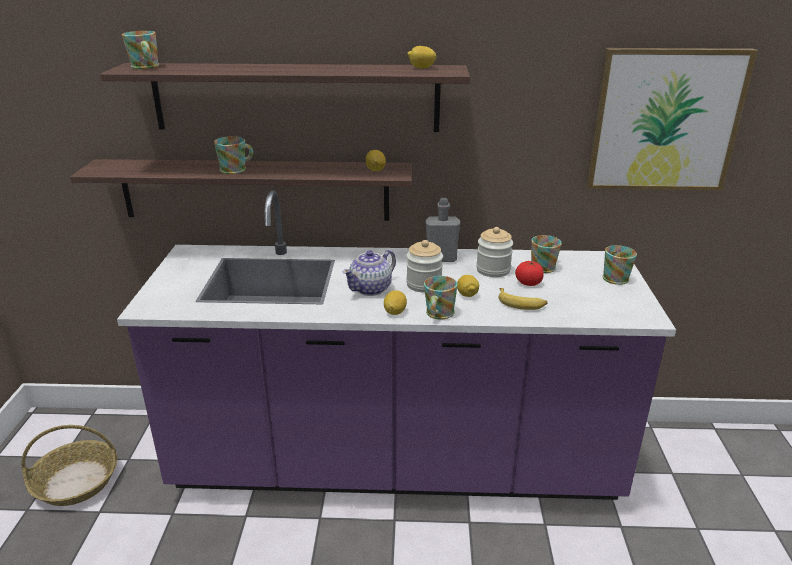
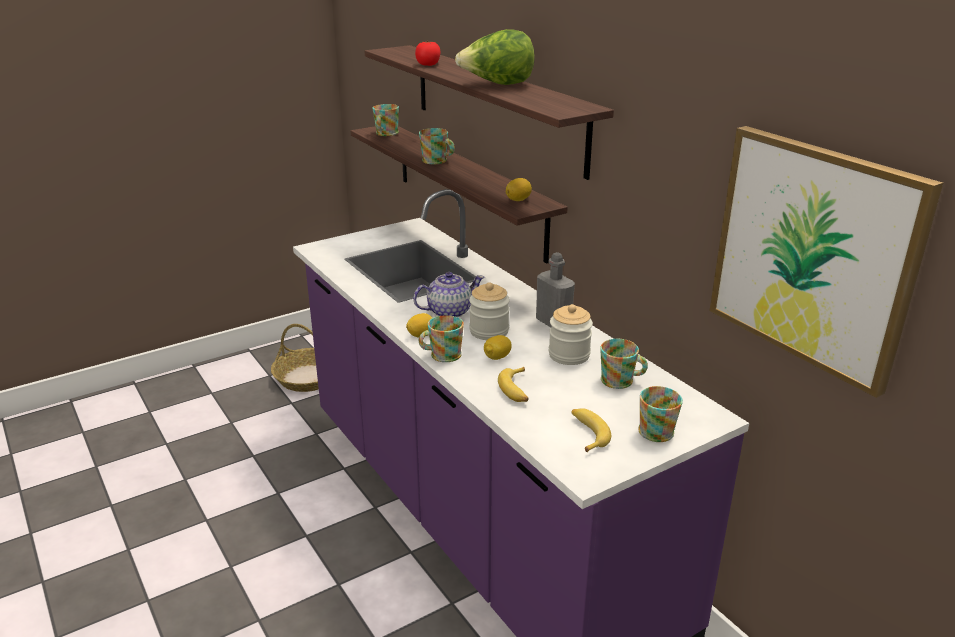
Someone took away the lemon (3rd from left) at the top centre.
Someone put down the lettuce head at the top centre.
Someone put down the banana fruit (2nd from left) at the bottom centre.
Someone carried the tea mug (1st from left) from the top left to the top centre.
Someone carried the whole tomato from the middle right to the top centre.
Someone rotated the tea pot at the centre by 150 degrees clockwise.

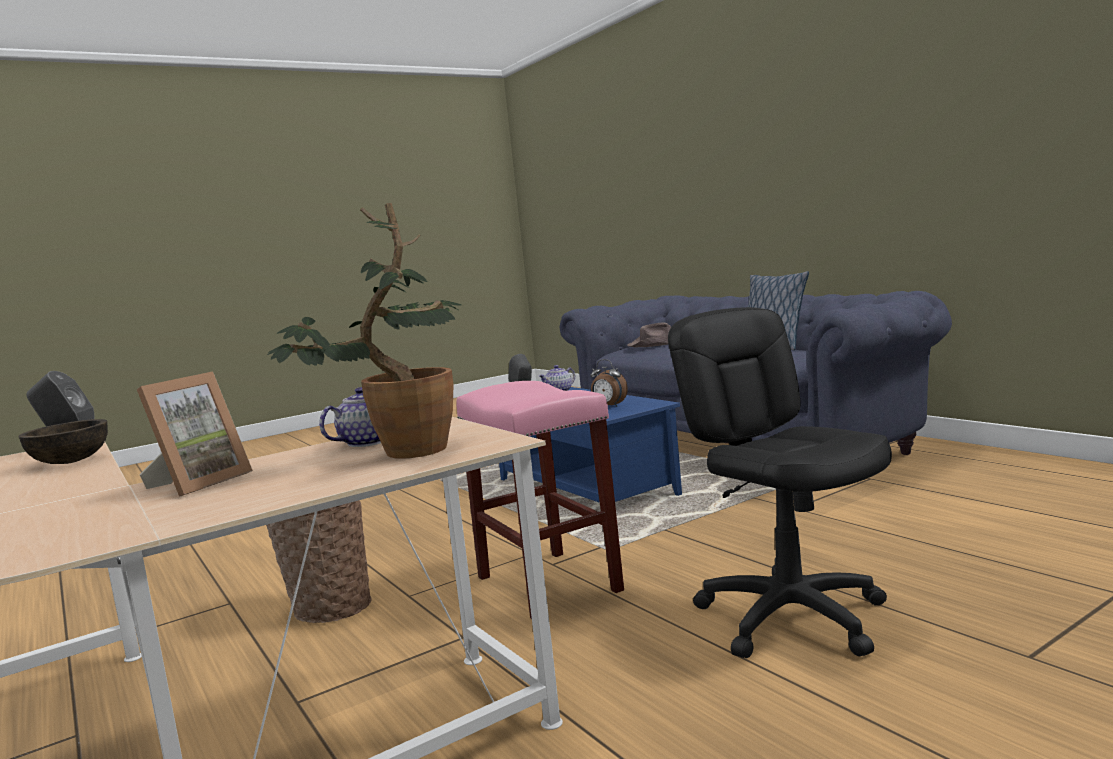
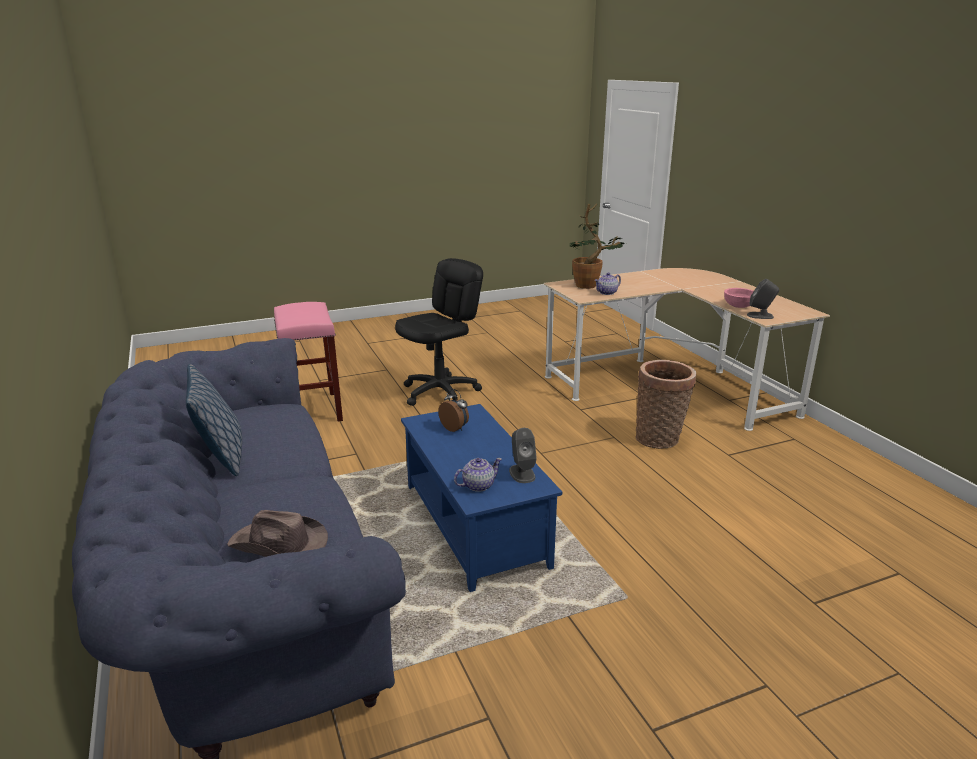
Someone took away the picture frame at the middle left.
Someone carried the pinkish stool from the centre to the middle left.
Someone repainted the brown-coloured deep dish at the middle left, which became the pinkish deep dish at the middle right.
Someone rotated the black office chair at the middle right by 120 degrees counterclockwise.

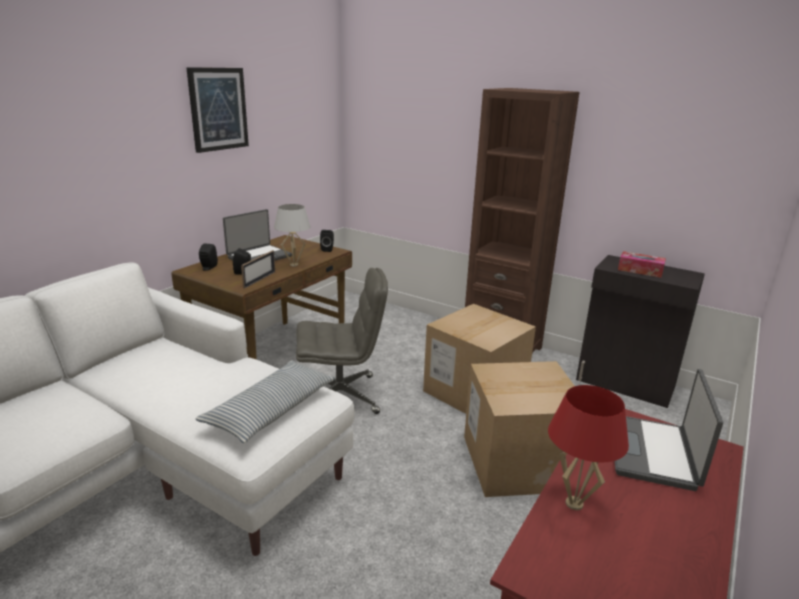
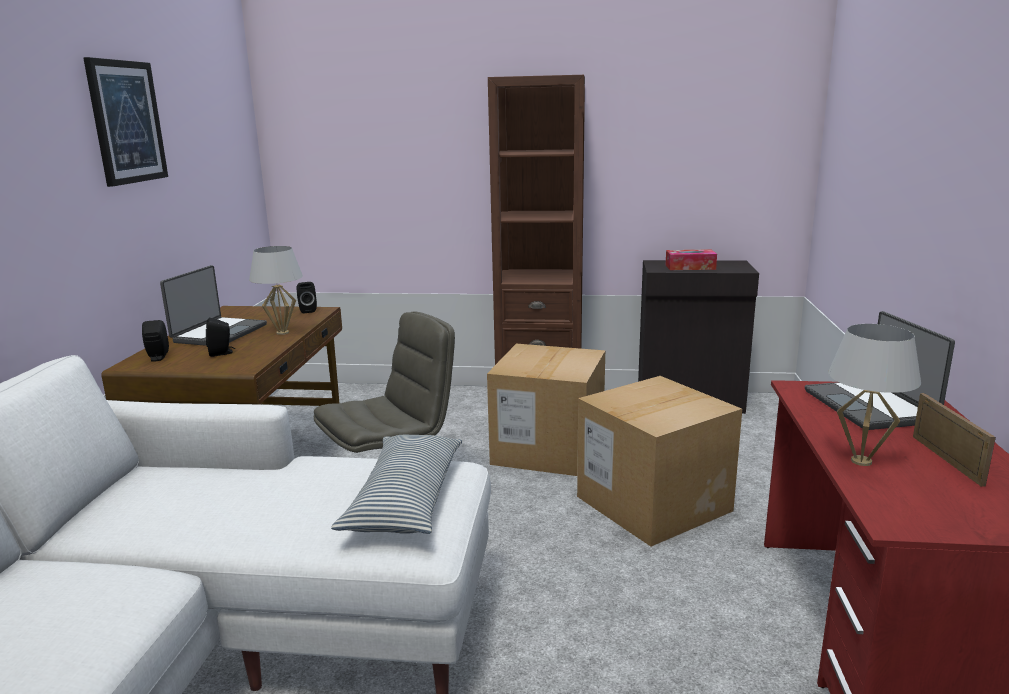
Someone carried the picture frame from the middle left to the middle right.
Someone repainted the red-coloured table lamp at the bottom right, which became the whitish table lamp (2nd from left) at the middle right.

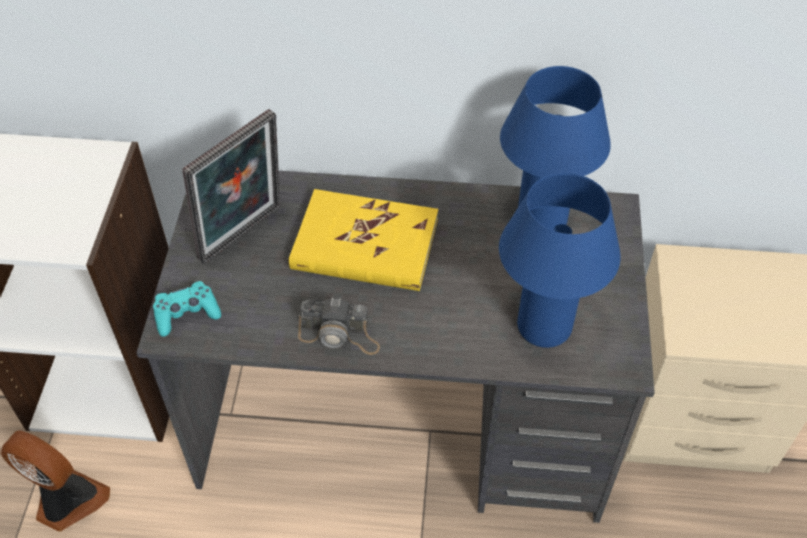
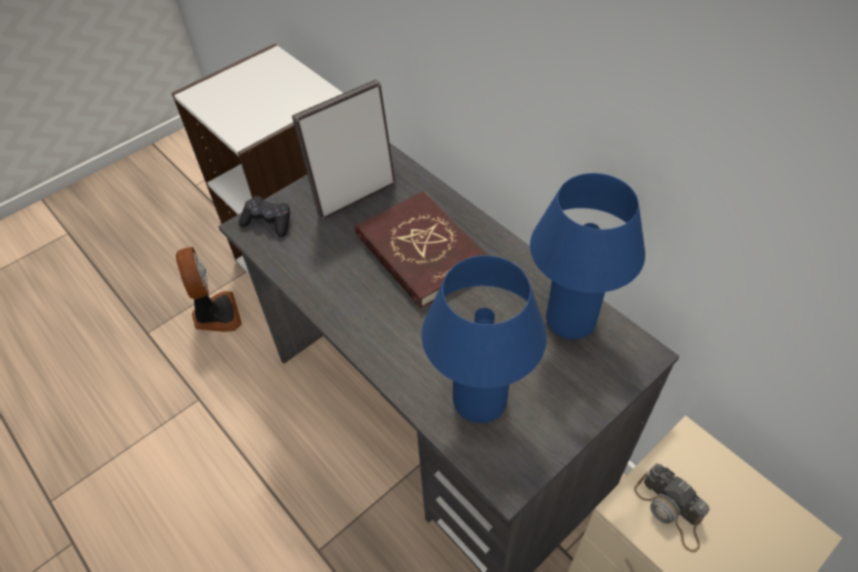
Someone carried the still camera from the centre to the bottom right.
Someone repainted the turquoise-coloured game controller at the middle left, which became the black game controller at the middle left.
Someone repainted the yellow-coloured bound book at the centre, which became the red-coloured bound book at the centre.
Someone rotated the picture frame at the middle left by 150 degrees clockwise.

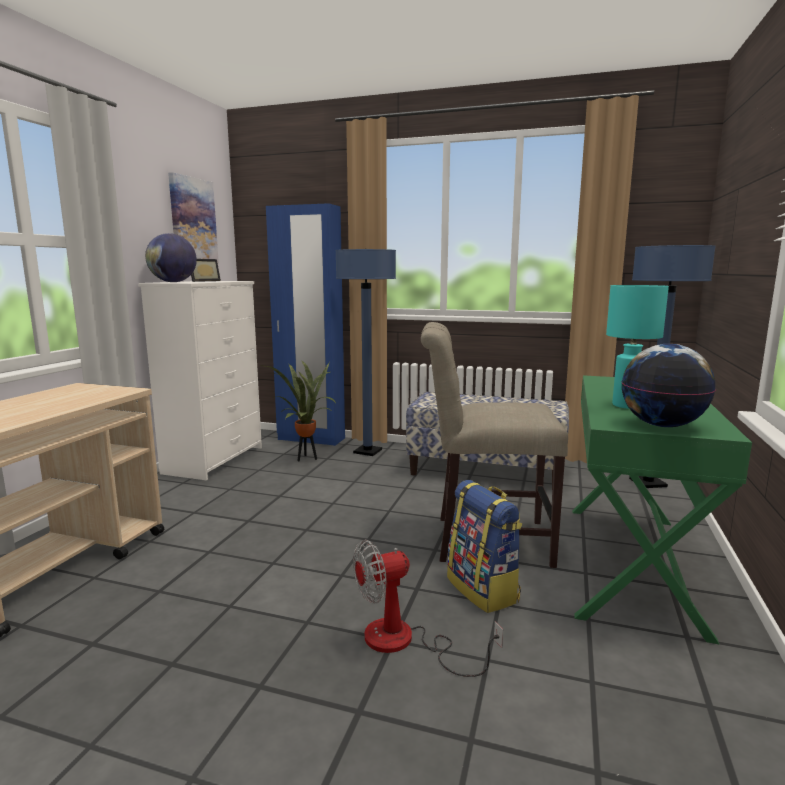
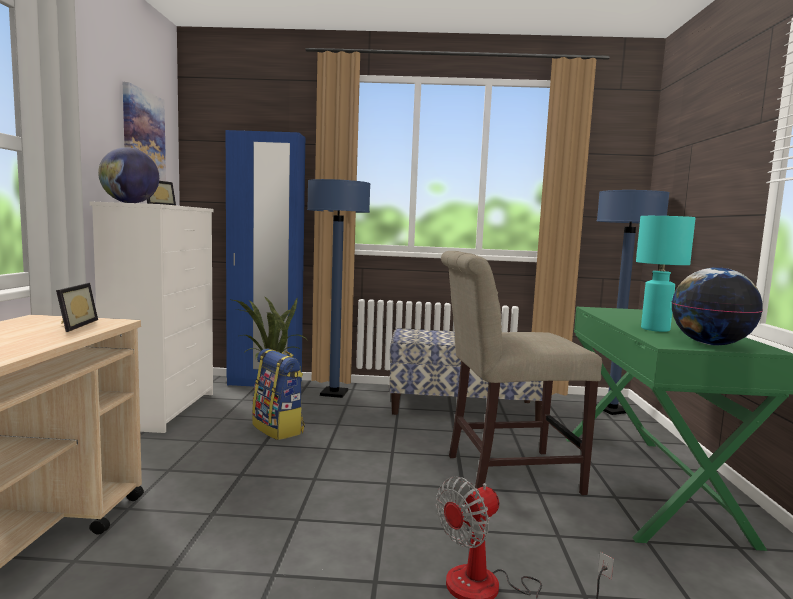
Someone put down the picture frame (1st from left) at the middle left.
Someone carried the knapsack from the bottom centre to the centre.

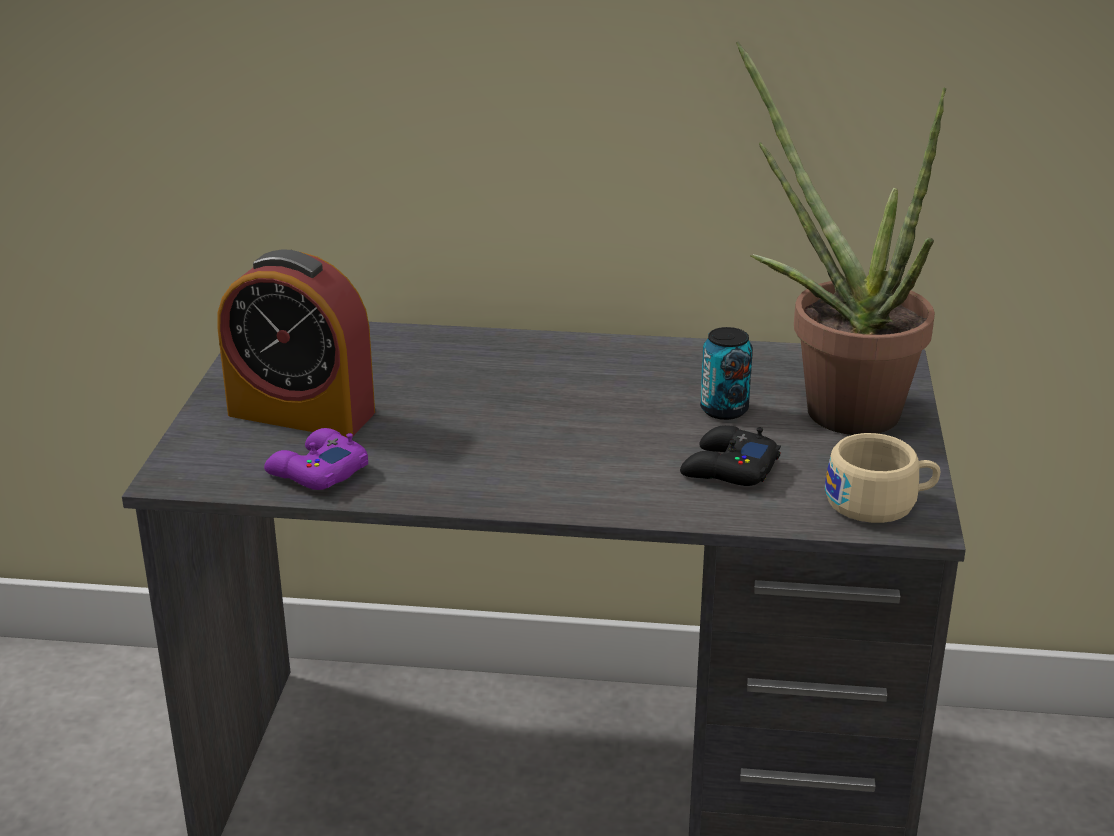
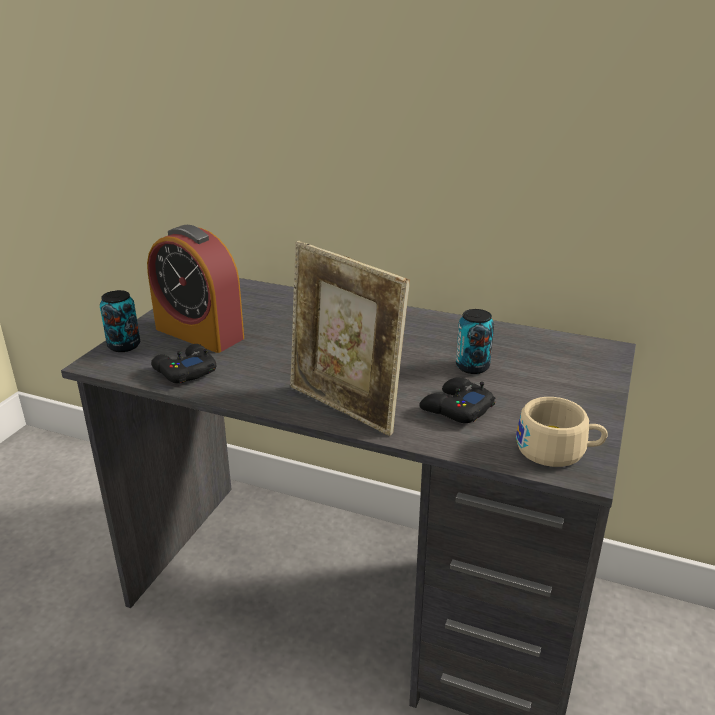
Someone took away the houseplant at the top right.
Someone put down the metal can (1st from left) at the middle left.
Someone put down the picture frame at the centre.
Someone repainted the purplish game controller at the middle left, which became the black game controller (1st from left) at the middle left.

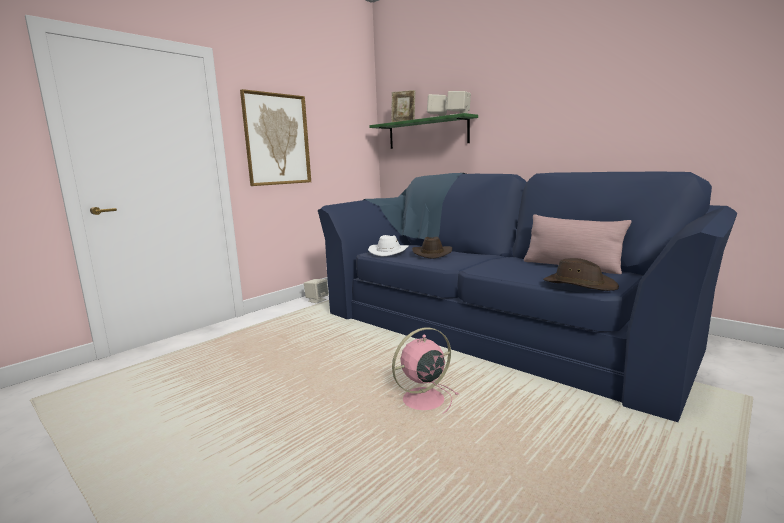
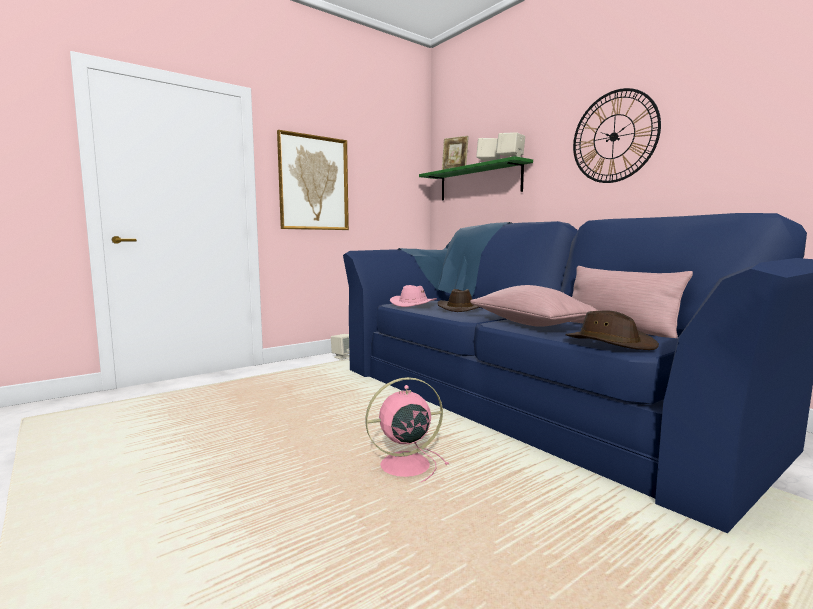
Someone put down the pinkish pillow (1st from left) at the centre.
Someone put up the hanging clock at the top right.
Someone repainted the whitish wearable hat at the centre, which became the pinkish wearable hat at the centre.

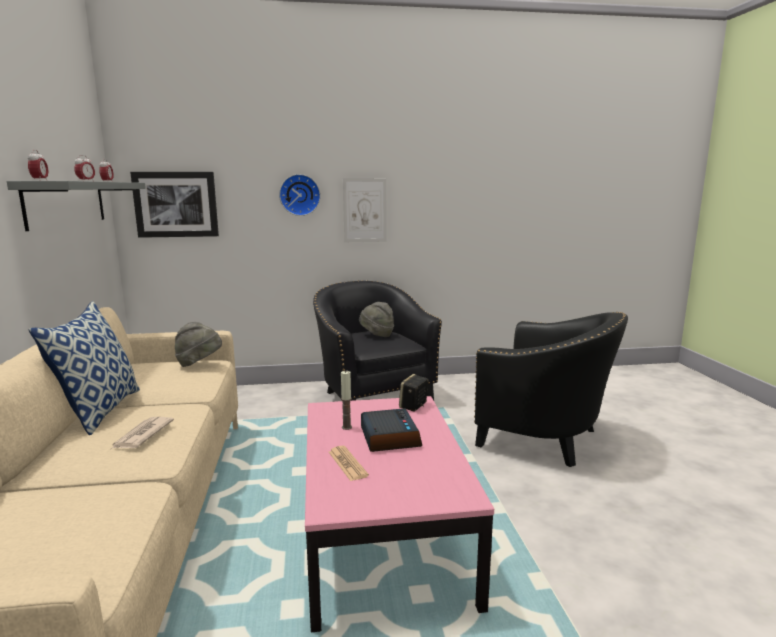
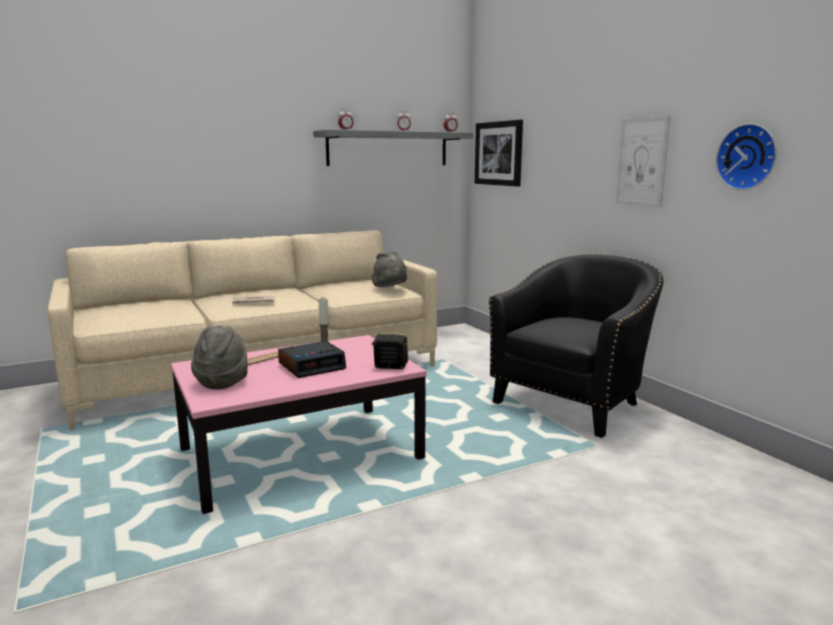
Someone took away the pillow at the middle left.
Someone took away the black lounge chair (2nd from left) at the middle right.
Someone carried the hanging clock from the top centre to the top right.
Someone carried the gray wearable hat (2nd from left in the first image) from the centre to the middle left.

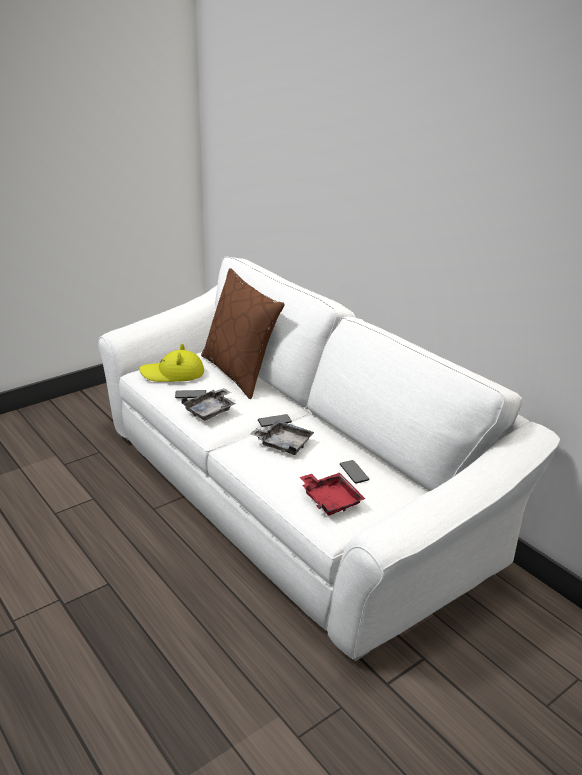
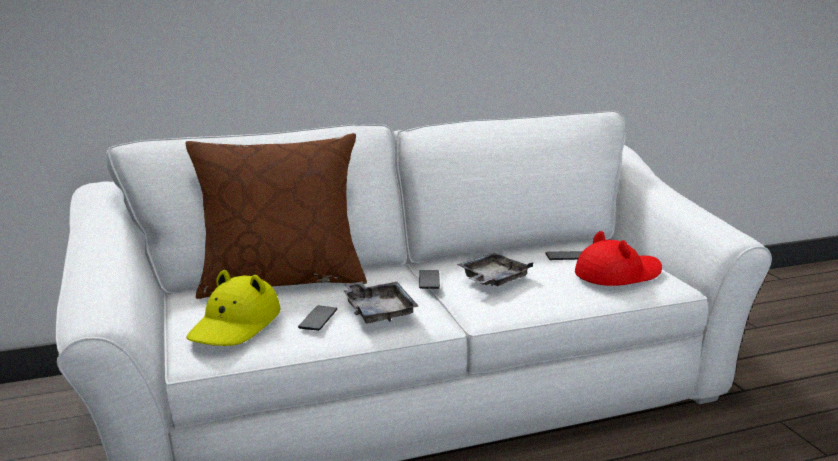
Someone swapped the red-coloured carrying tray at the centre for the red-coloured wearable hat at the middle right.

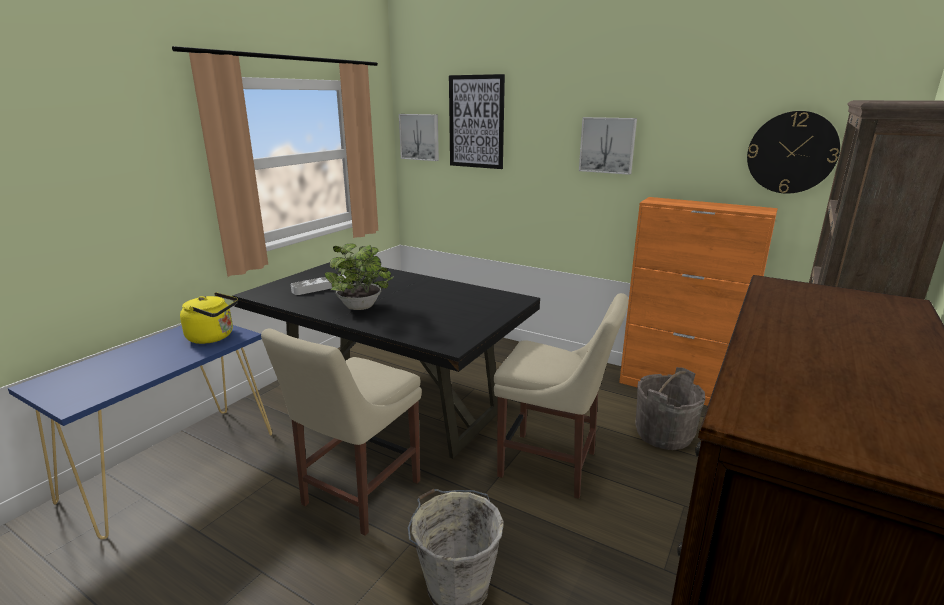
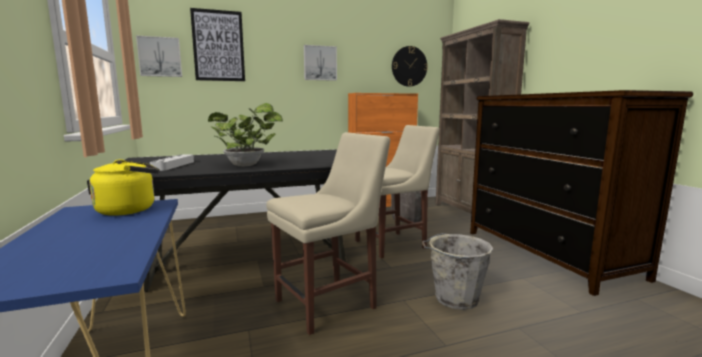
Someone rotated the beige-coloured plain chair (1st from left) at the bottom centre by 105 degrees counterclockwise.

